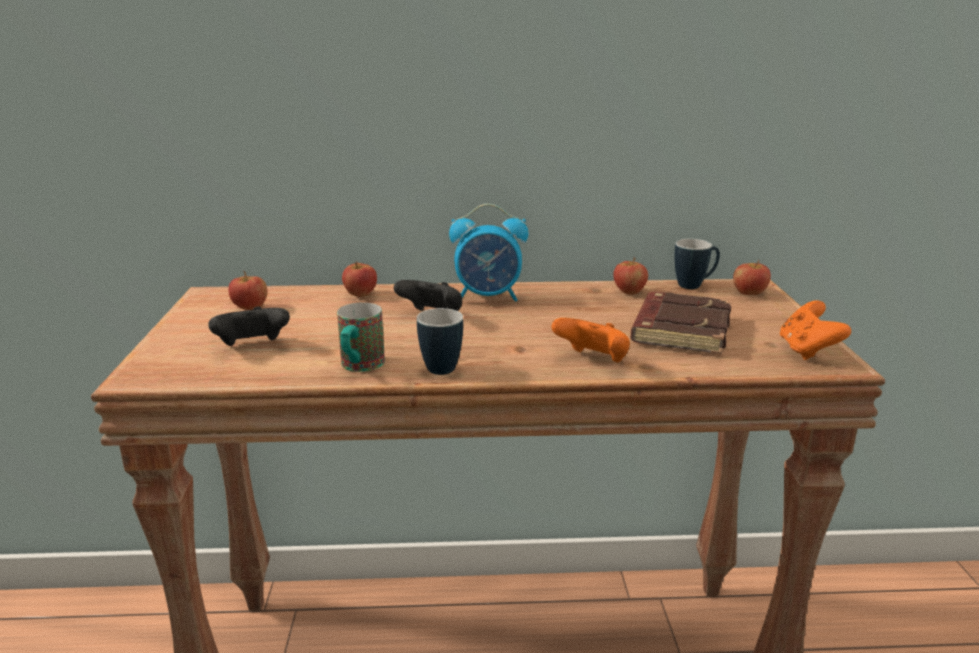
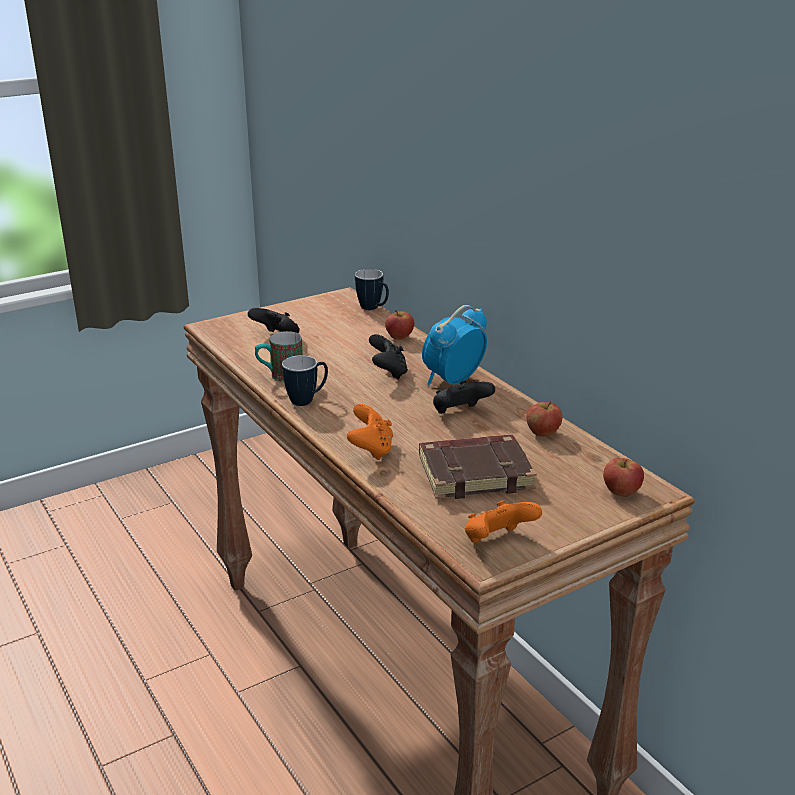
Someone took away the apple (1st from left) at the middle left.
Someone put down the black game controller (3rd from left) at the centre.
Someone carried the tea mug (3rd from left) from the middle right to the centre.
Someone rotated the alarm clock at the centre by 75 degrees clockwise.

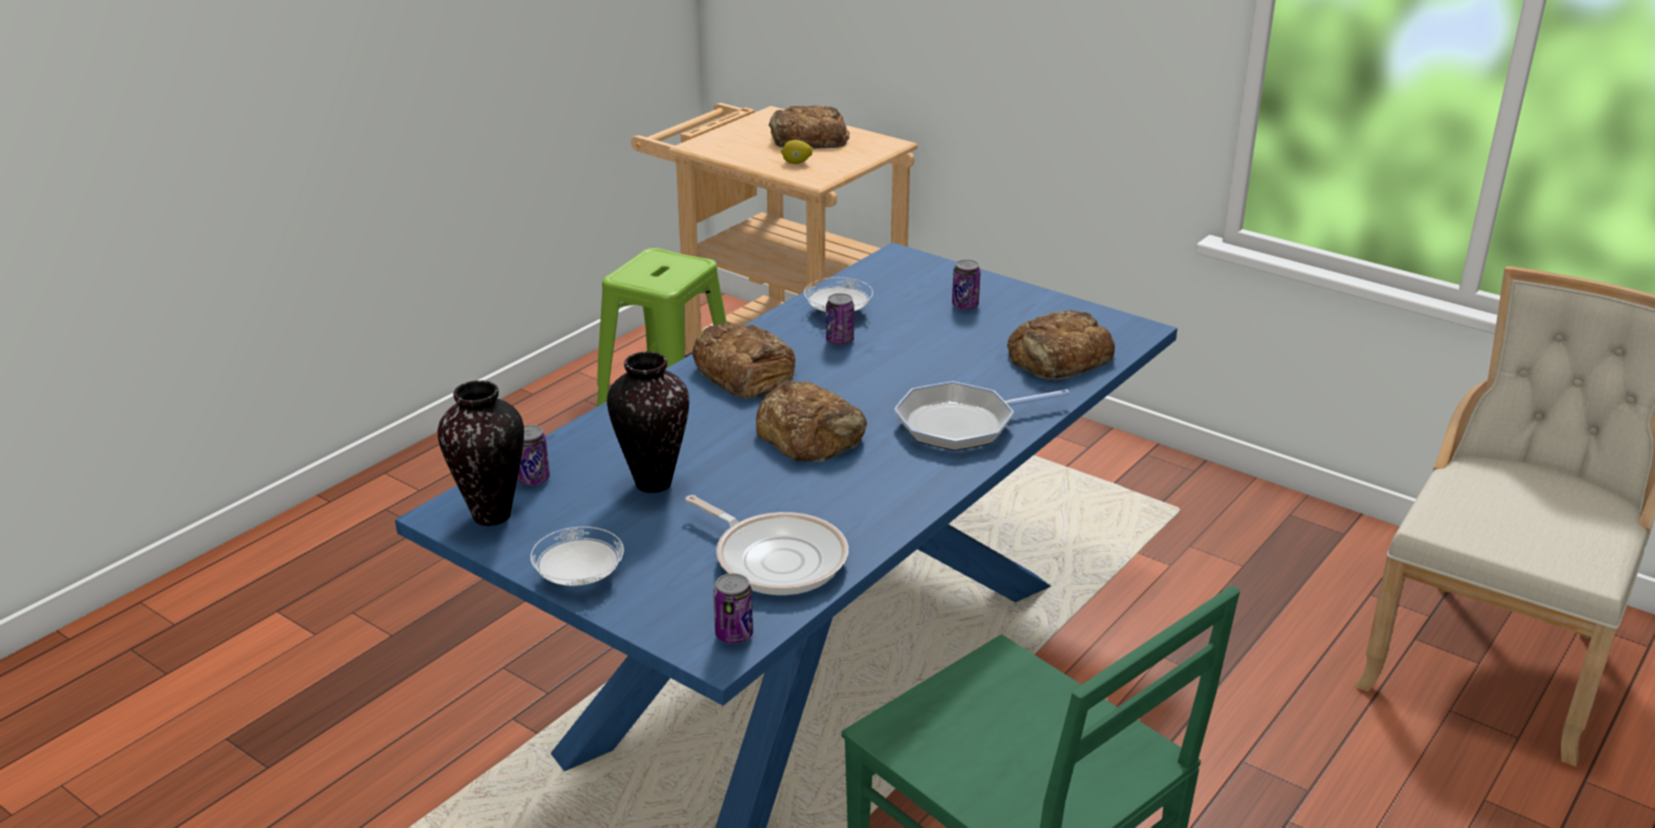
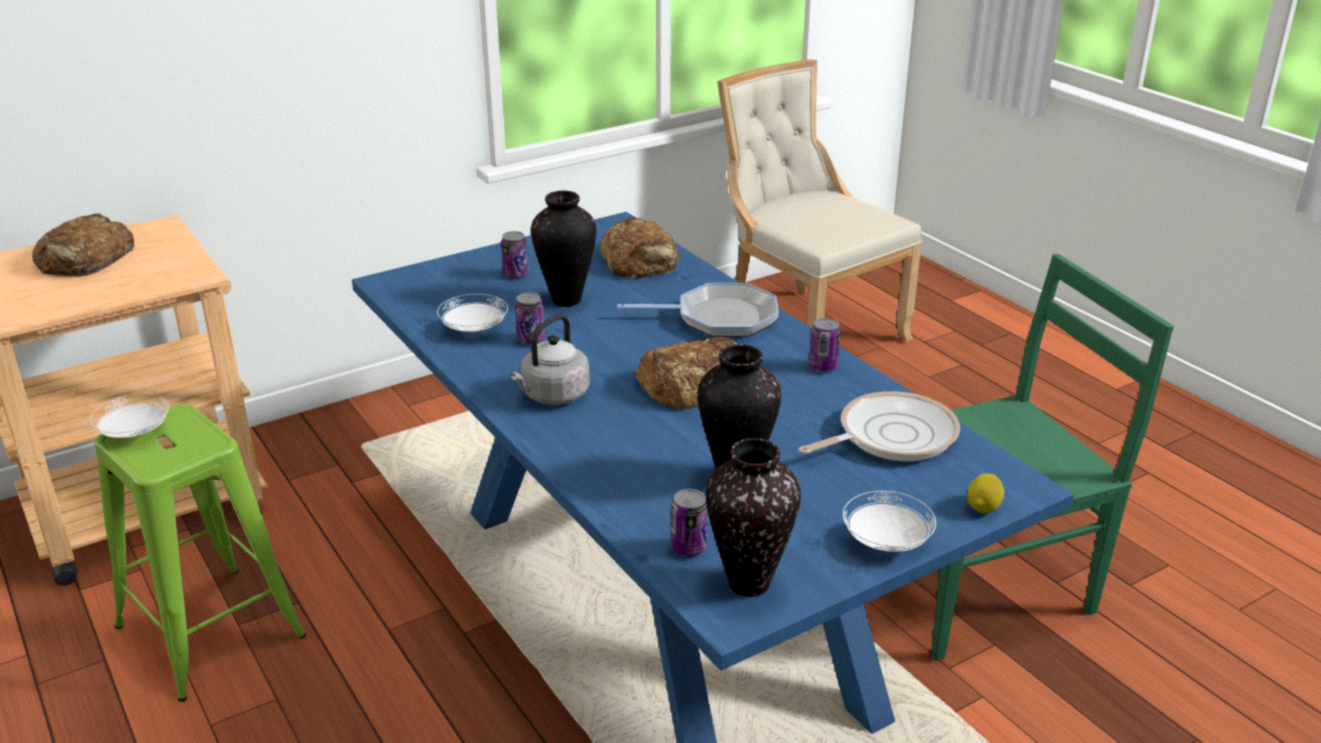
Someone put down the whitish dinner plate (1st from left) at the middle left.
Someone put down the flower vase (1st from left) at the centre.
Someone carried the metal can (2nd from left in the first image) from the bottom centre to the centre.
Someone carried the lemon from the top centre to the middle right.
Someone swapped the baked bread (1st from left) at the centre for the gray tea kettle at the centre.
Someone rotated the pan (2nd from left in the first image) at the centre by 90 degrees counterclockwise.

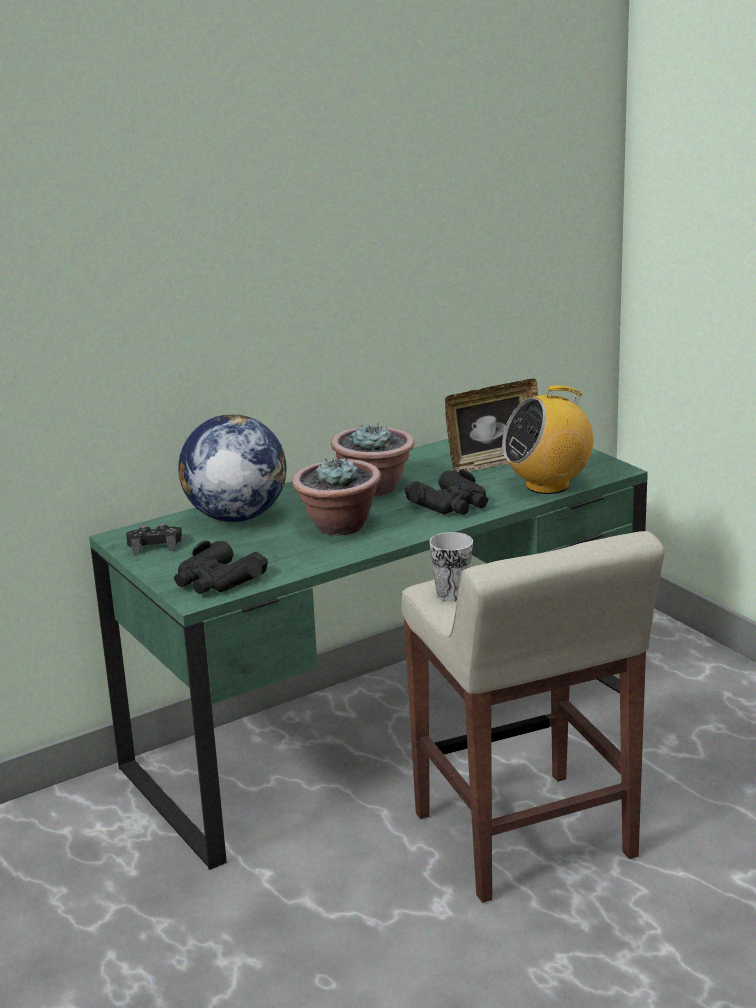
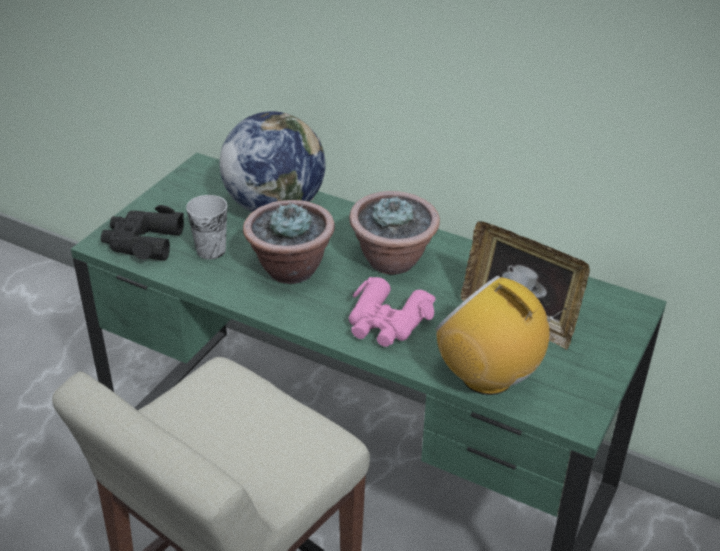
Someone took away the black game controller at the middle left.
Someone carried the cup from the centre to the middle left.
Someone repainted the black binoculars (2nd from left) at the centre, which became the pinkish binoculars at the centre.

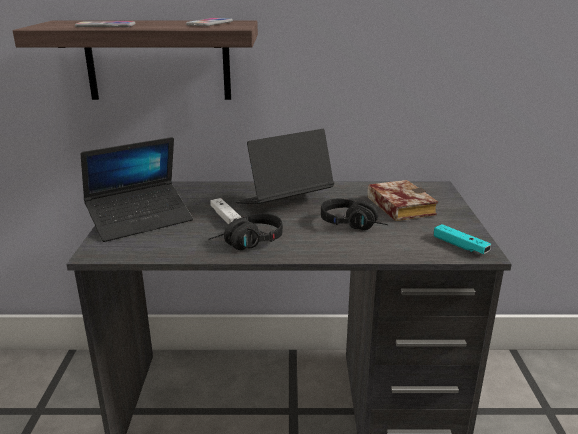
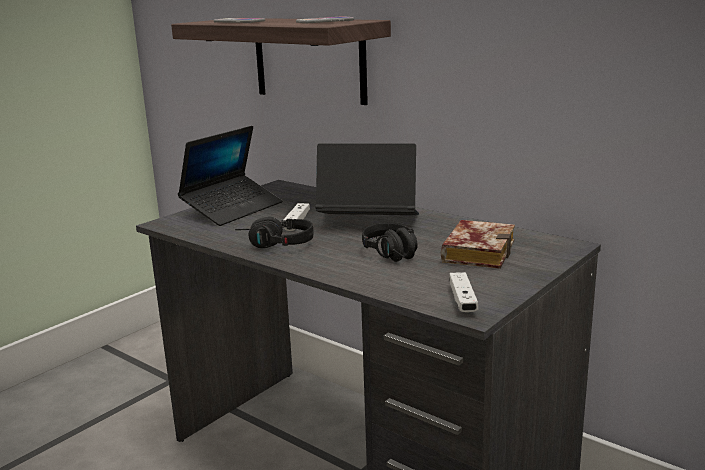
Someone repainted the turquoise-coloured game controller at the middle right, which became the whitish game controller (2nd from left) at the centre.
Someone rotated the laptop (1st from left) at the middle left by 60 degrees counterclockwise.

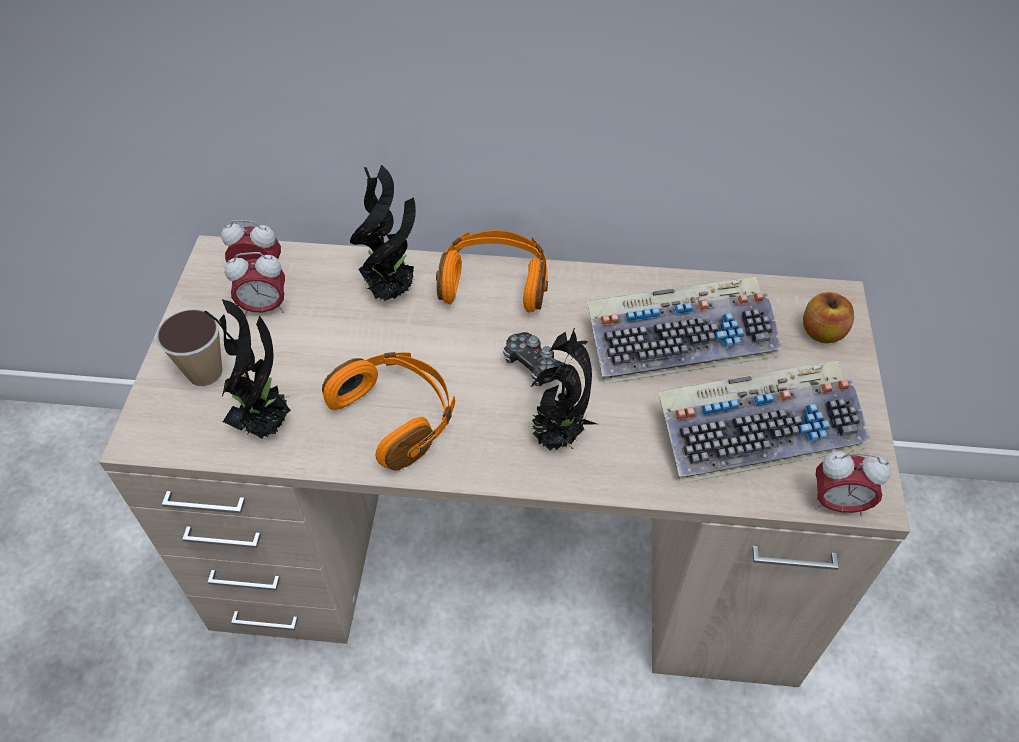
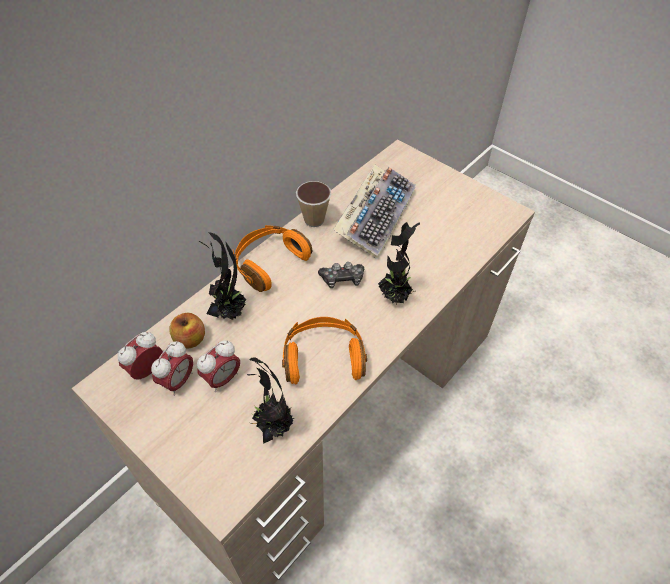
Someone took away the PC keyboard (2nd from left) at the middle right.
Someone carried the cup from the middle left to the centre.
Someone carried the apple from the middle right to the middle left.
Someone carried the alarm clock (3rd from left) from the middle right to the middle left.

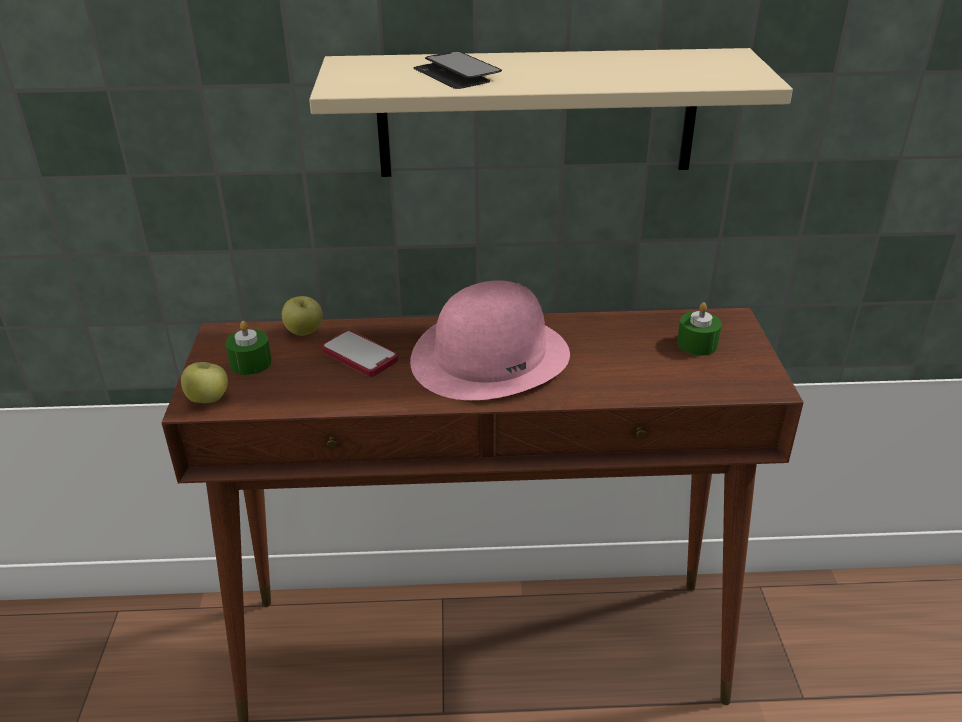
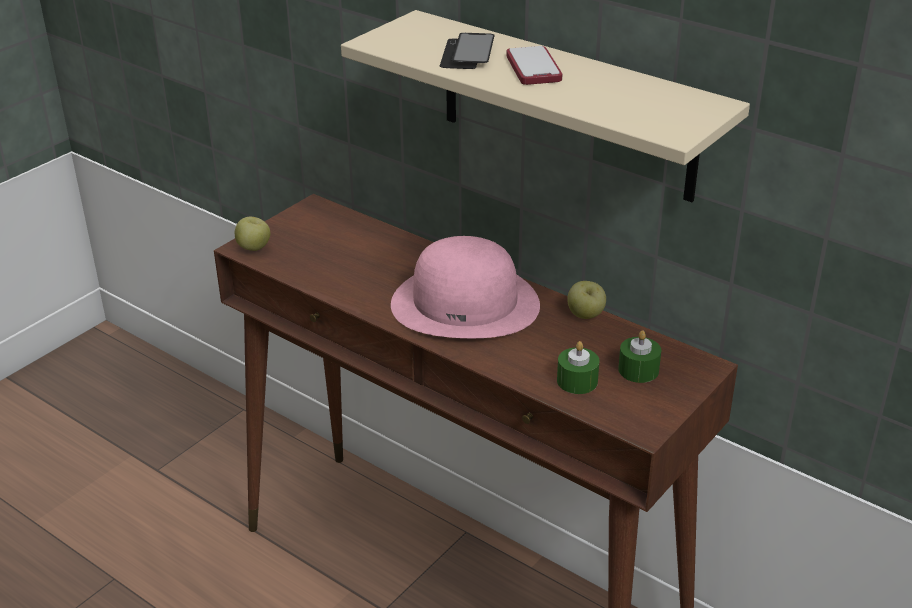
Someone carried the greenish candle (1st from left) from the middle left to the centre.
Someone carried the apple (2nd from left) from the middle left to the centre.
Someone carried the handset (1st from left in the first image) from the centre to the top centre.

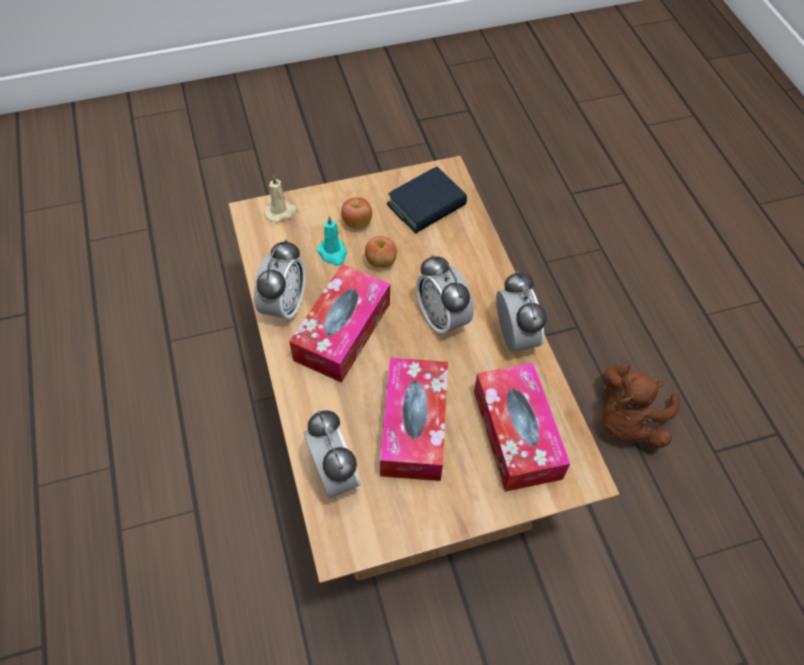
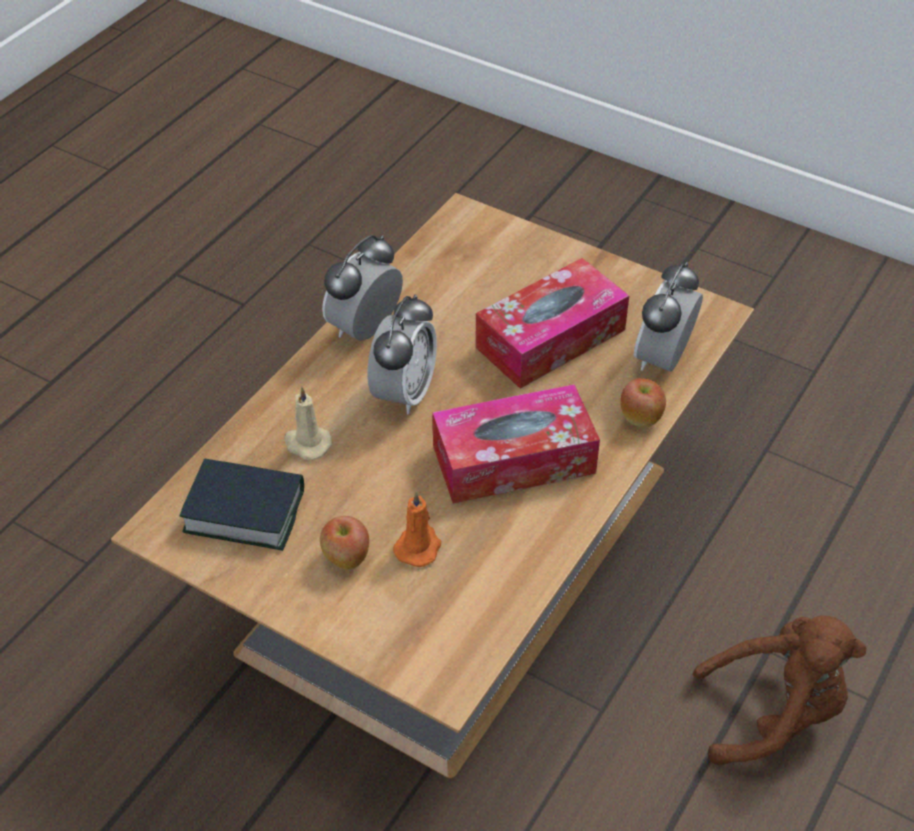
Someone took away the alarm clock (1st from left) at the centre.
Someone took away the tissue box (3rd from left) at the centre.
Someone carried the beige-coloured candle from the top centre to the centre.
Someone carried the apple (2nd from left) from the centre to the middle right.
Someone carried the brown-coloured plush toy from the middle right to the bottom right.
Someone repainted the turquoise-coloured candle at the centre, which became the orangey candle at the centre.

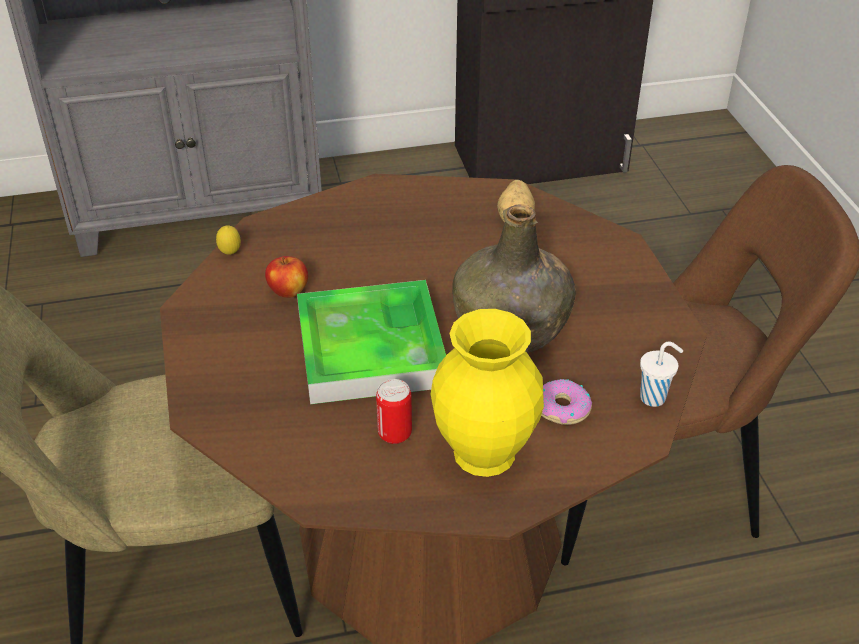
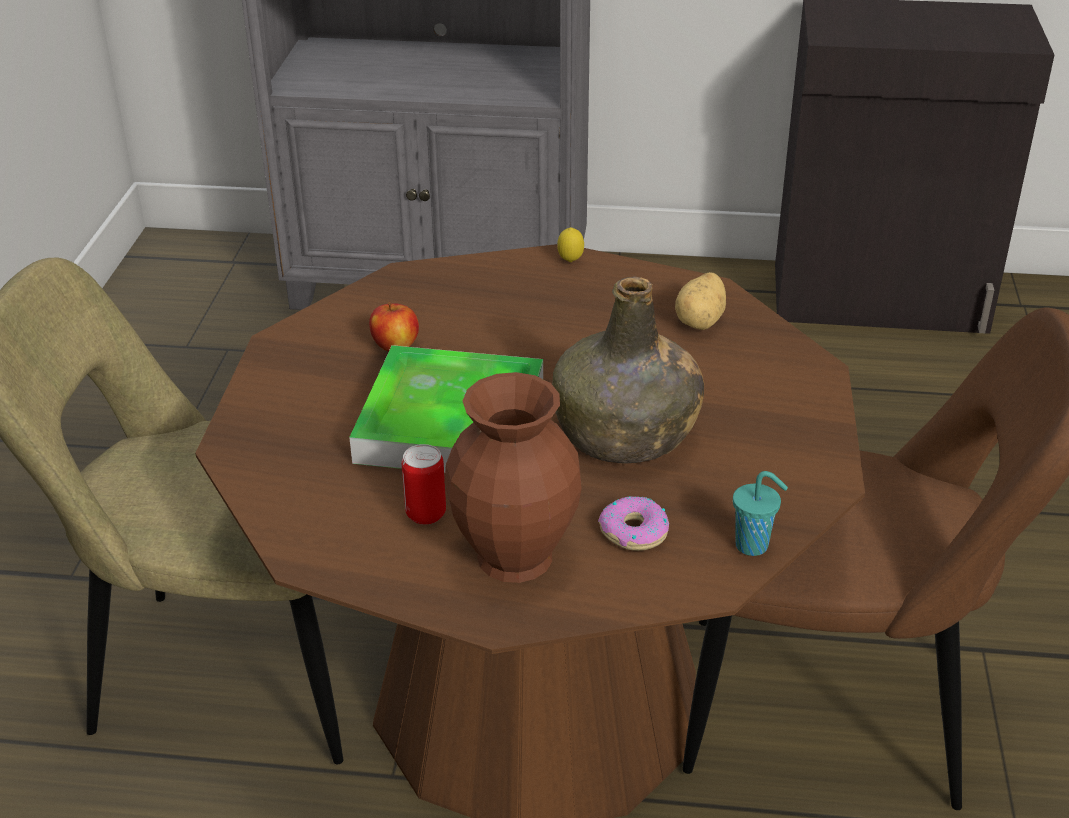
Someone carried the lemon from the middle left to the top centre.
Someone repainted the yellow-coloured flower vase at the centre, which became the brown-coloured flower vase at the centre.
Someone repainted the whitish cup at the middle right, which became the turquoise-coloured cup at the middle right.

